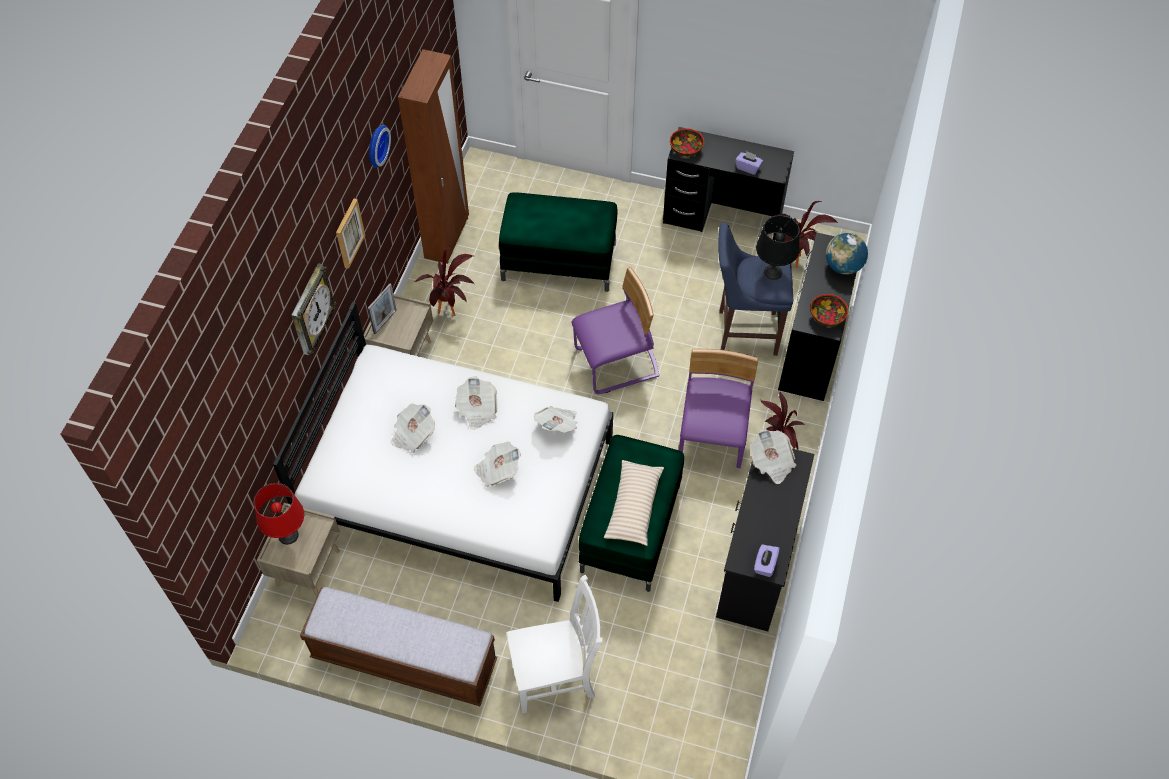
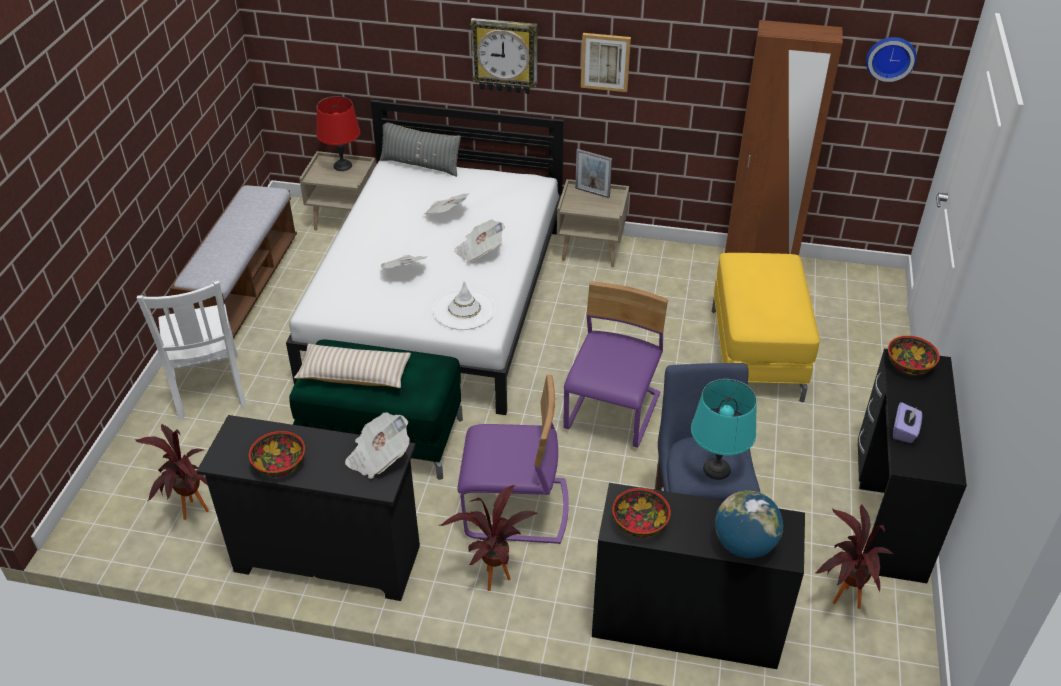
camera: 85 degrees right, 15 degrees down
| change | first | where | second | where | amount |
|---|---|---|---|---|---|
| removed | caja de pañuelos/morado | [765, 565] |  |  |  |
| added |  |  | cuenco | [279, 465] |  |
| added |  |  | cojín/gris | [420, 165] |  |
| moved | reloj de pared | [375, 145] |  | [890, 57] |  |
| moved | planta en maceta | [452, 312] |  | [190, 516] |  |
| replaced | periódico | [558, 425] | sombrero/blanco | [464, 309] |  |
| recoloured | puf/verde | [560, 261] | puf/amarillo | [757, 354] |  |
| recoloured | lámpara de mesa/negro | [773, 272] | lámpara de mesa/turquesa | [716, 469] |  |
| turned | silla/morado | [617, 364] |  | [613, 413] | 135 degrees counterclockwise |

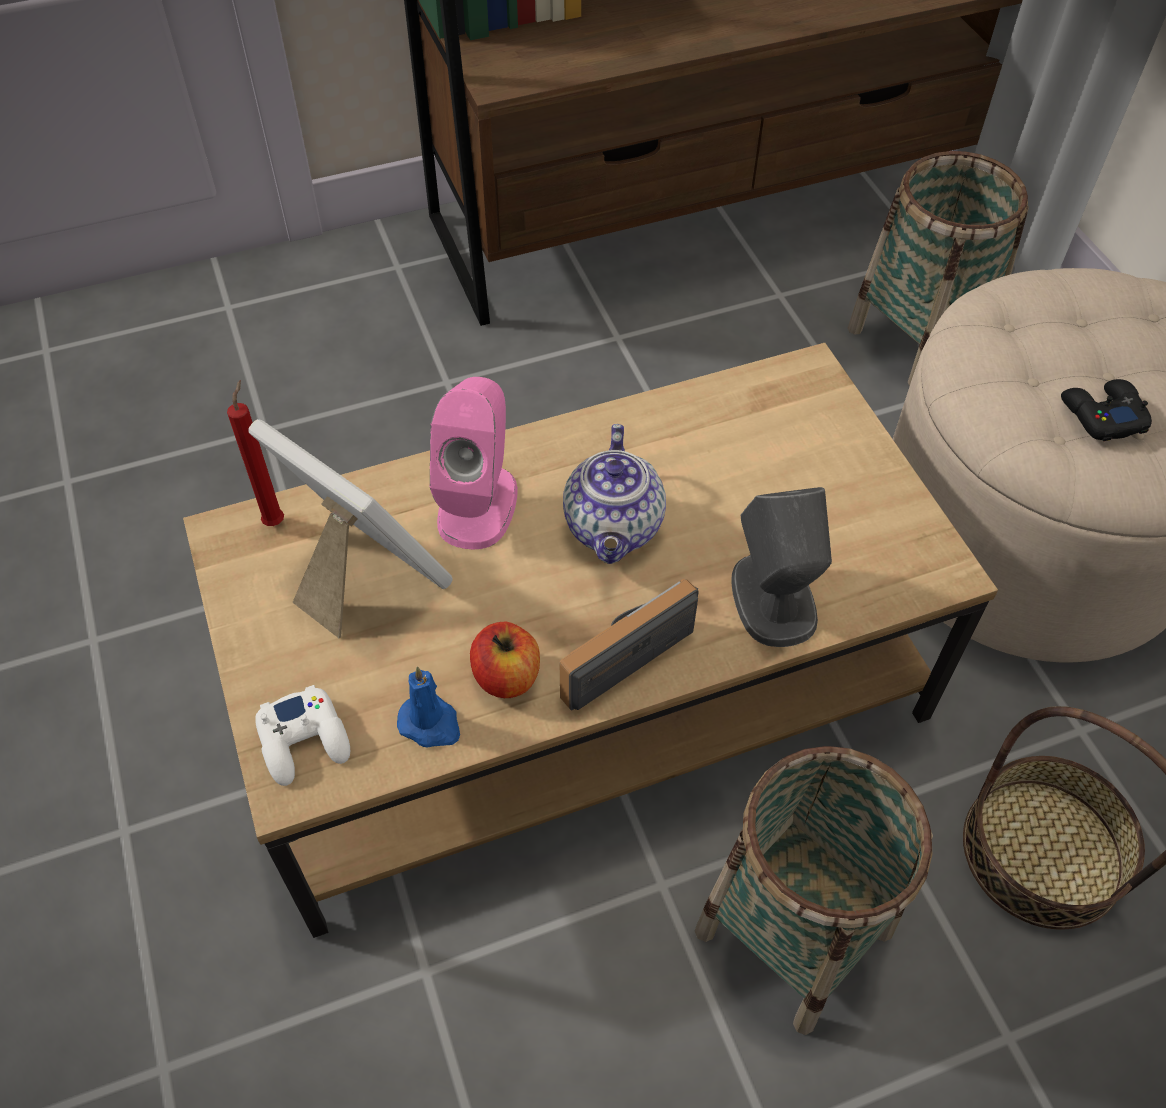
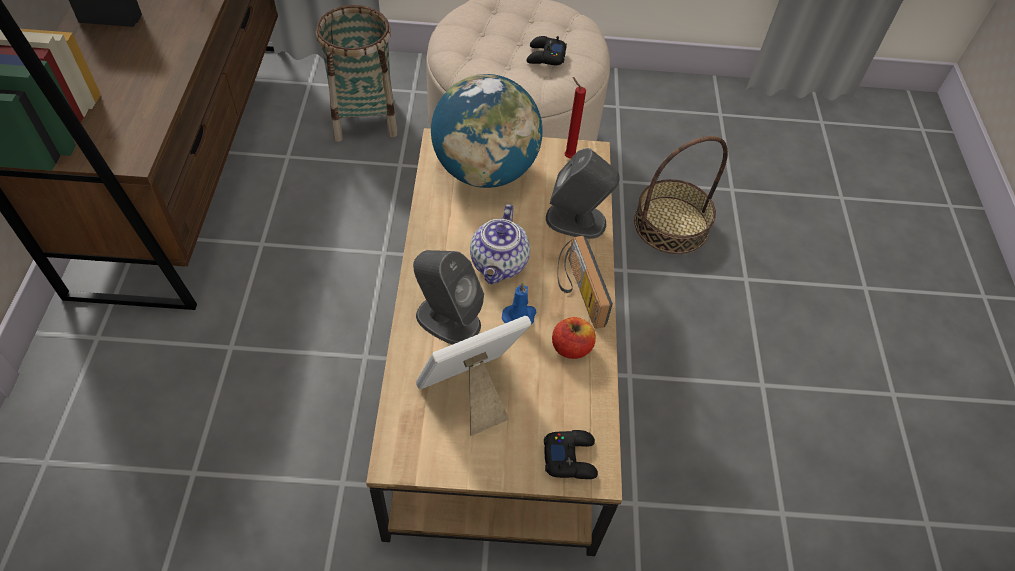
camera: 70 degrees left, 0 degrees up
| change | first | where | second | where | amount |
|---|---|---|---|---|---|
| removed | cesta | [794, 931] |  |  |  |
| added |  |  | globo terráqueo | [485, 170] |  |
| moved | vela/rojo | [276, 520] |  | [568, 156] |  |
| moved | vela/azul | [431, 724] |  | [520, 316] |  |
| recoloured | mando de consola/blanco | [305, 741] | mando de consola/negro | [570, 457] |  |
| recoloured | altavoz/rosa | [477, 504] | altavoz/gris | [447, 319] |  |
| turned | tetera | [614, 529] |  | [499, 265] | 75 degrees clockwise |

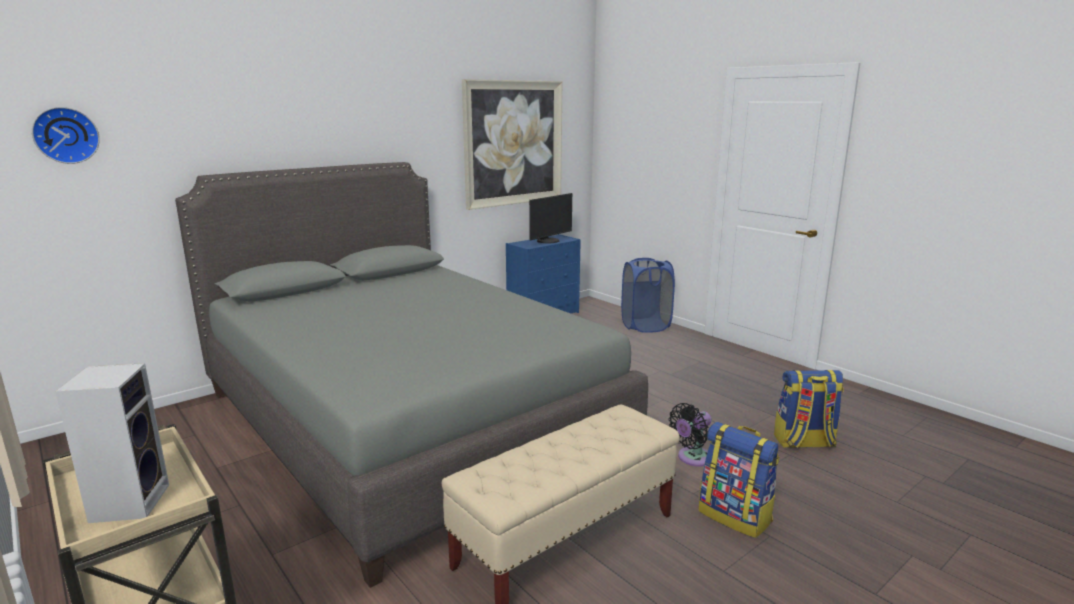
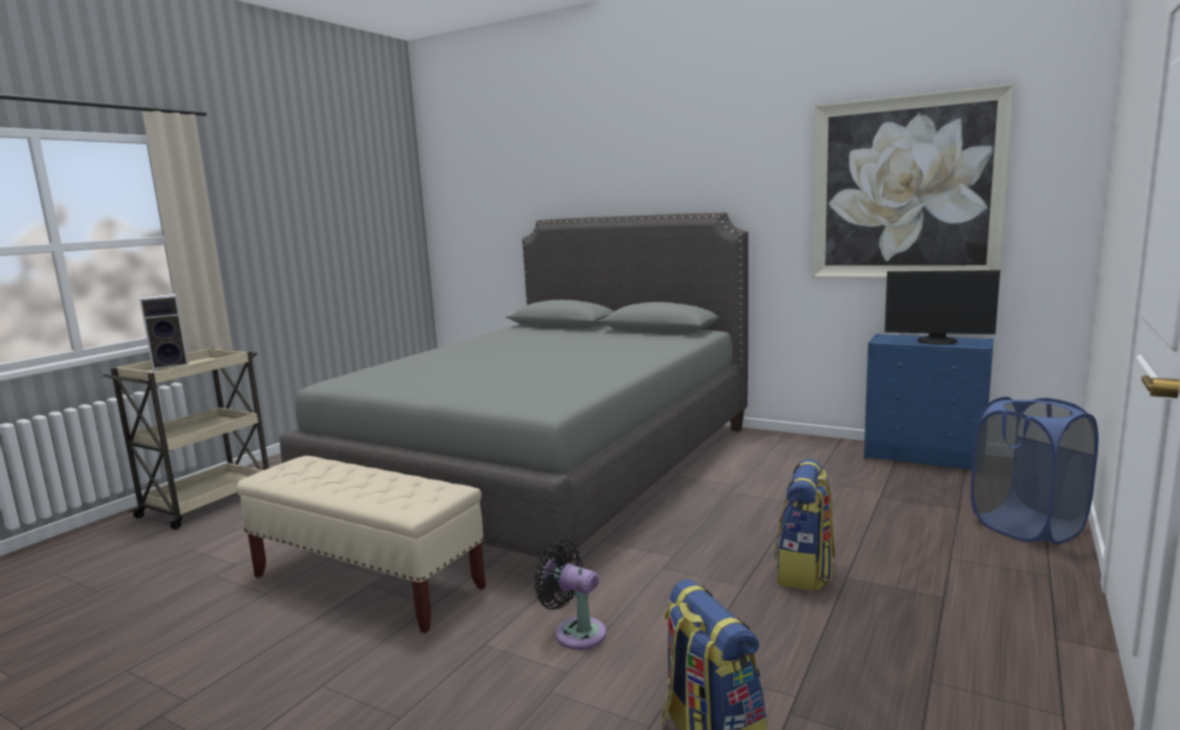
camera: 70 degrees right, 5 degrees down
| change | first | where | second | where | amount |
|---|---|---|---|---|---|
| removed | reloj de pared | [66, 135] |  |  |  |
| moved | mochila | [735, 516] |  | [805, 572] |  |

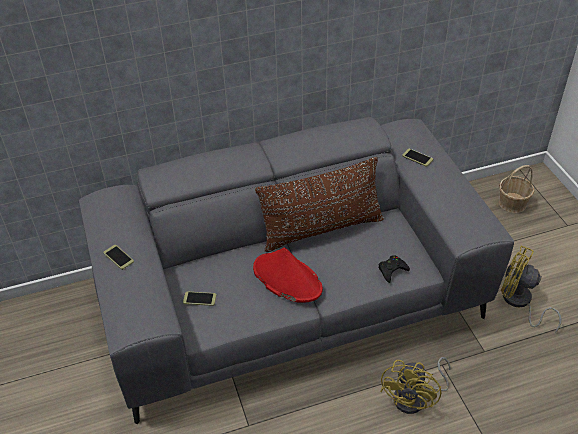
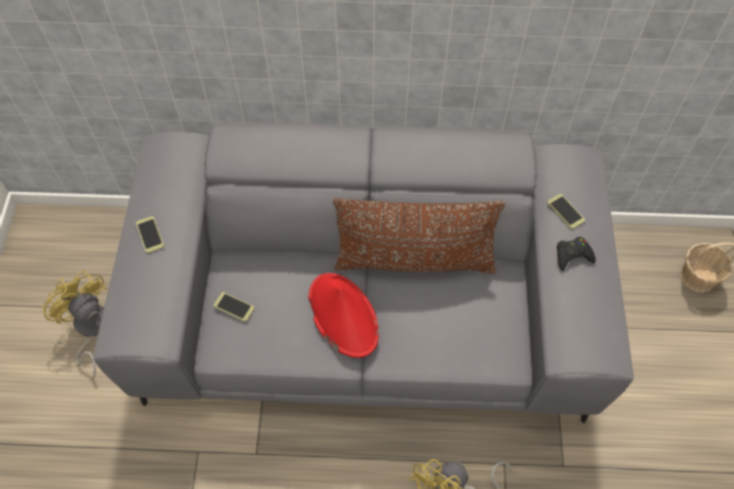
camera: 20 degrees right, 15 degrees up
| change | first | where | second | where | amount |
|---|---|---|---|---|---|
| moved | mando de consola/negro | [392, 270] |  | [572, 255] |  |
| moved | ventilador/amarillo | [519, 302] |  | [90, 329] |  |

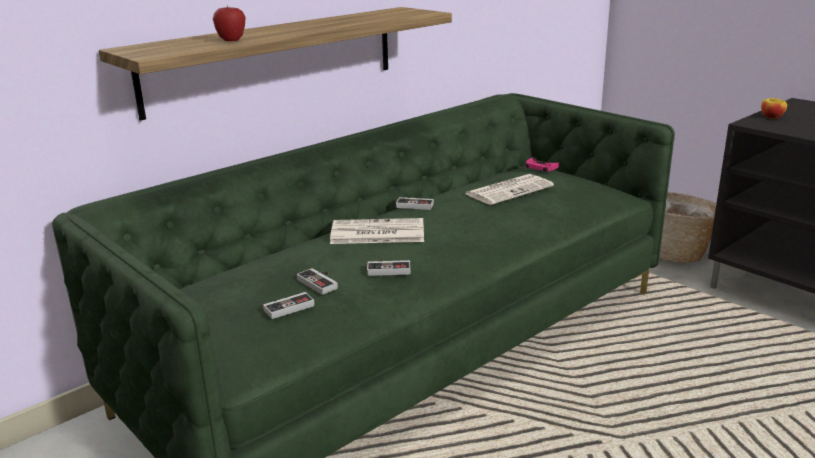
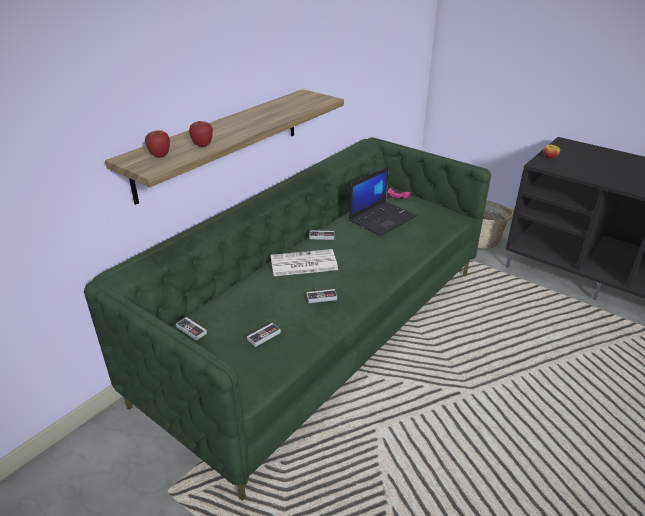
camera: 10 degrees left, 10 degrees up
| change | first | where | second | where | amount |
|---|---|---|---|---|---|
| added |  |  | manzana | [160, 156] |  |
| moved | mando de consola | [321, 282] |  | [194, 328] |  |
| replaced | periódico | [509, 190] | portátil | [382, 218] |  |

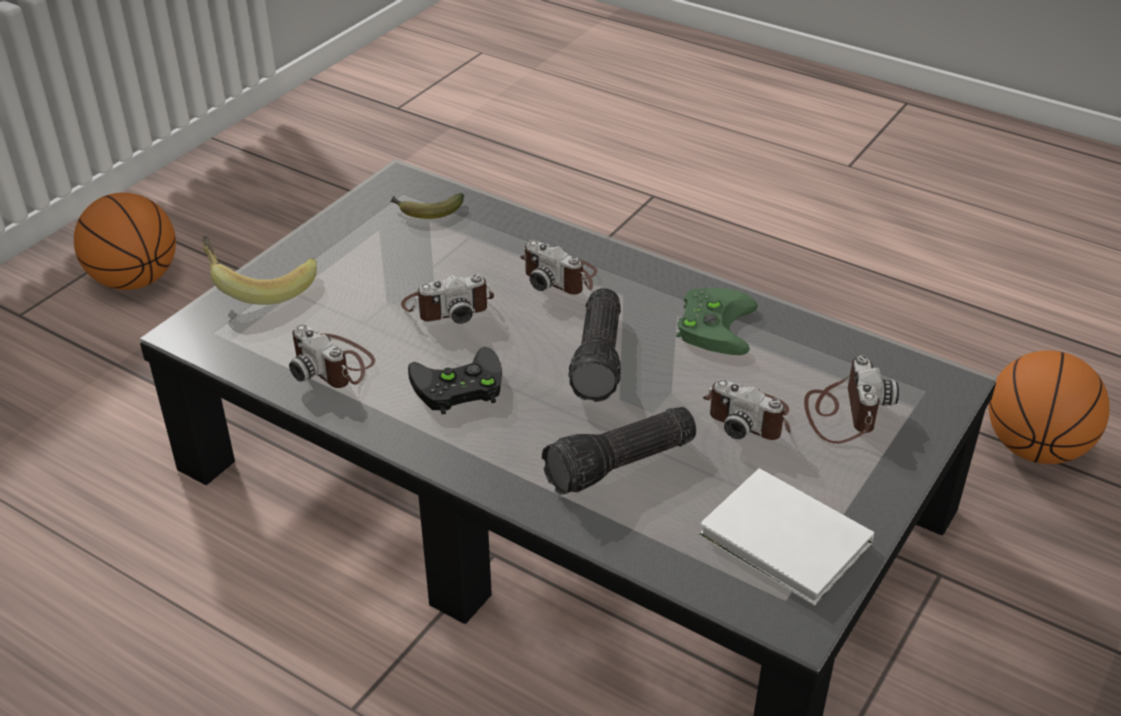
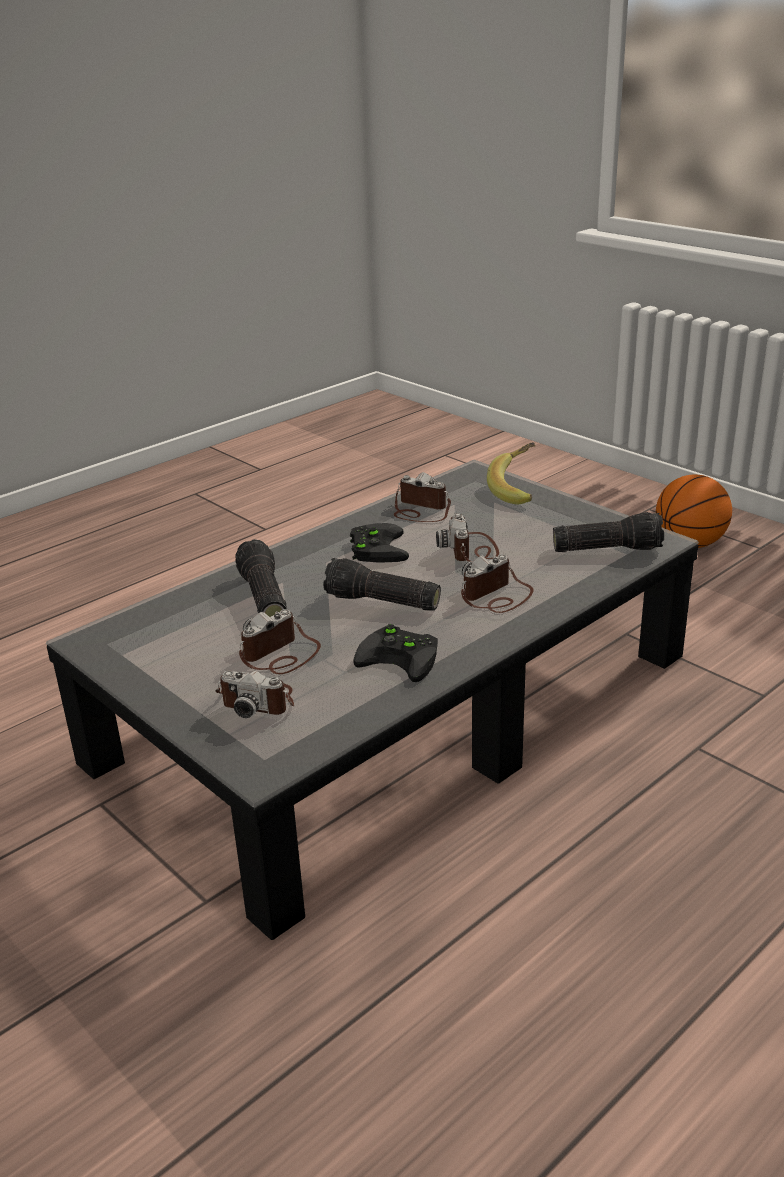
camera: 105 degrees right, 10 degrees down
| change | first | where | second | where | amount |
|---|---|---|---|---|---|
| removed | libro/blanco | [787, 543] |  |  |  |
| removed | balón de baloncesto | [1035, 448] |  |  |  |
| replaced | plátano | [426, 211] | linterna | [607, 548] |  |
| recoloured | mando de consola/verde | [713, 324] | mando de consola/negro | [403, 657] |  |
| turned | cámara | [333, 364] |  | [420, 510] | 60 degrees clockwise |

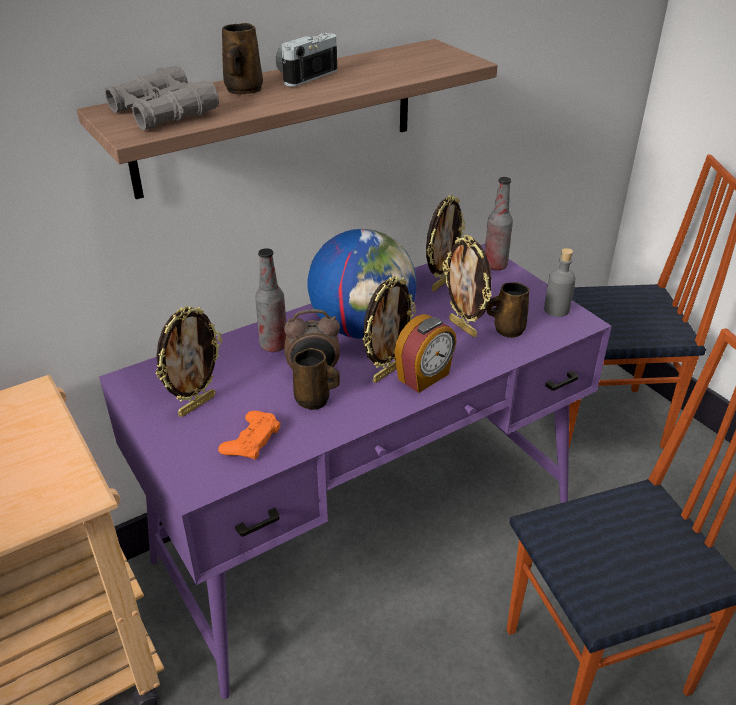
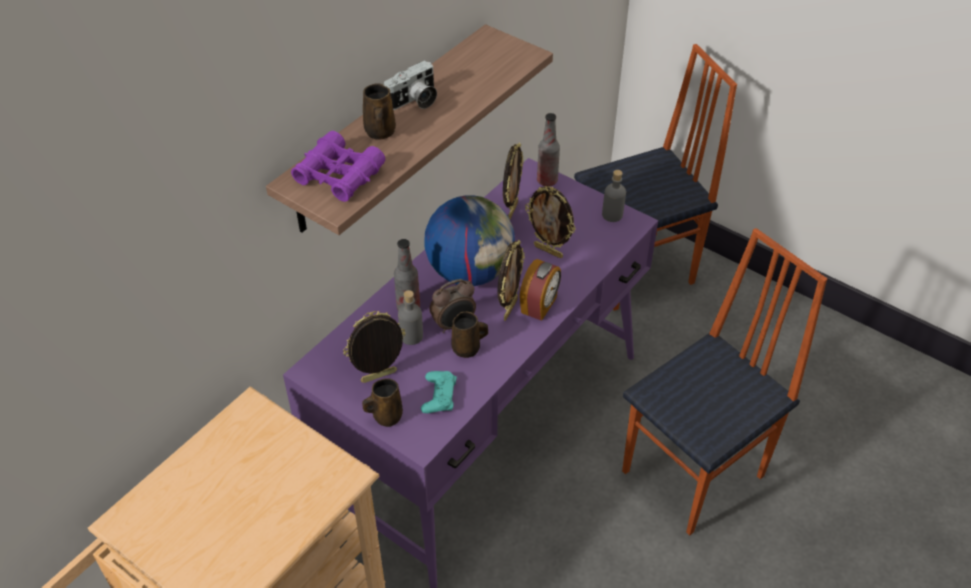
camera: 20 degrees left, 10 degrees up
| change | first | where | second | where | amount |
|---|---|---|---|---|---|
| added |  |  | botella/gris | [411, 336] |  |
| moved | taza grande/marrón | [507, 329] |  | [386, 416] |  |
| recoloured | prismáticos/gris | [163, 112] | prismáticos/morado | [339, 175] |  |
| recoloured | mando de consola/naranja | [251, 440] | mando de consola/turquesa | [439, 395] |  |
| turned | portarretratos | [196, 405] |  | [379, 378] | 135 degrees counterclockwise |
| turned | cámara | [304, 75] |  | [414, 101] | 150 degrees counterclockwise |

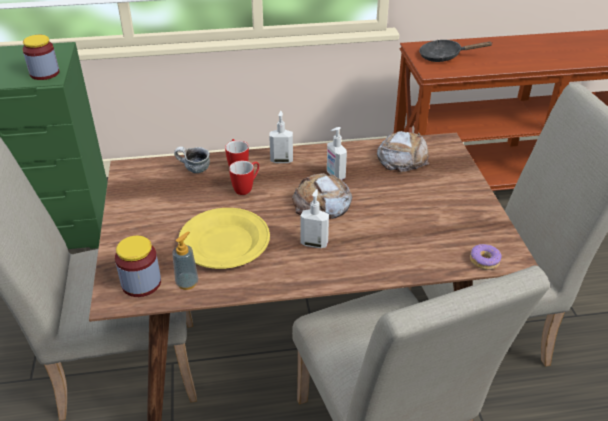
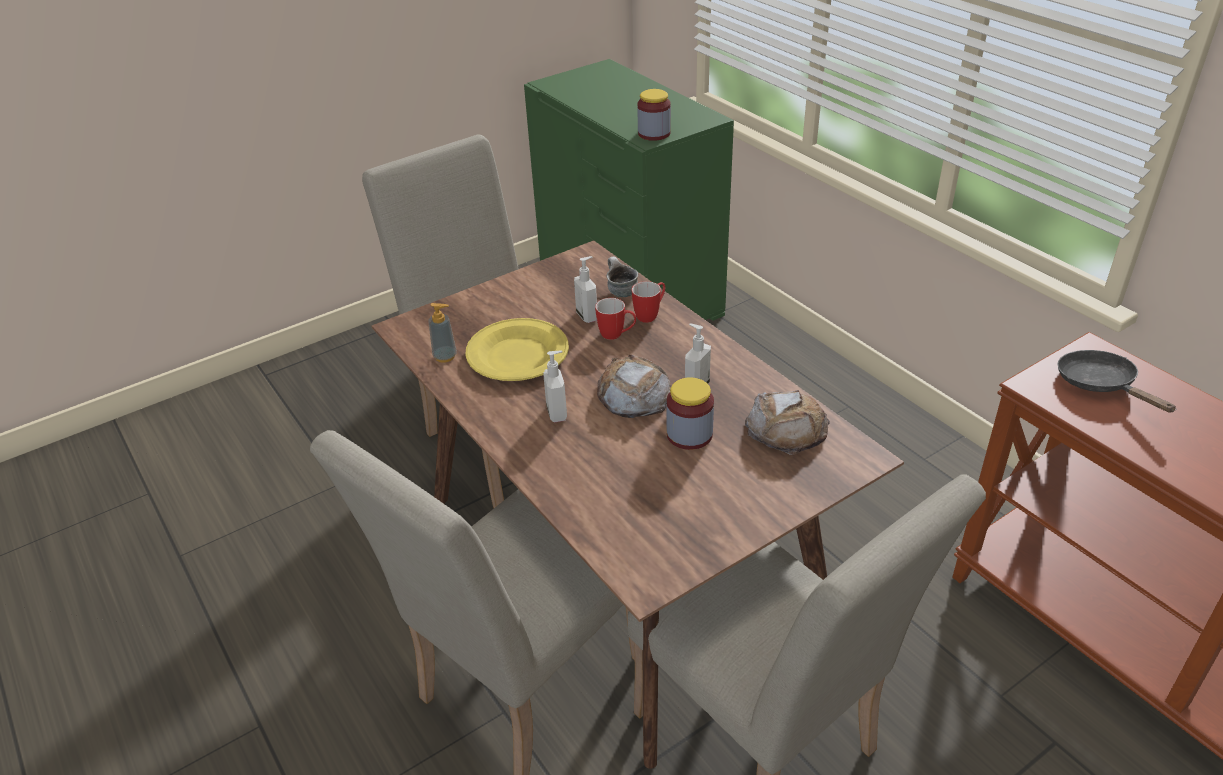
camera: 65 degrees right, 0 degrees up
| change | first | where | second | where | amount |
|---|---|---|---|---|---|
| removed | rosquilla | [484, 261] |  |  |  |
| moved | tarro | [141, 283] |  | [689, 434] |  |
| moved | dispensador de jabón | [281, 160] |  | [587, 316] |  |

